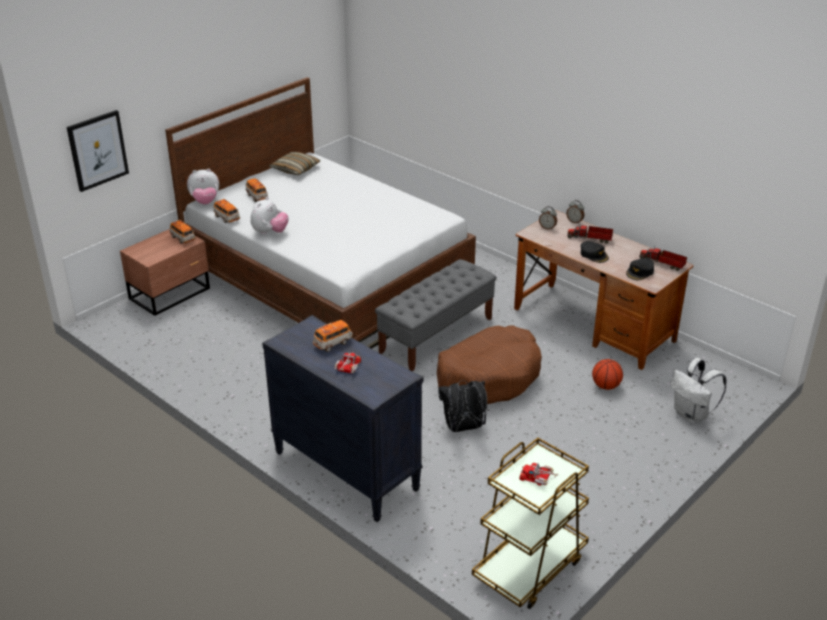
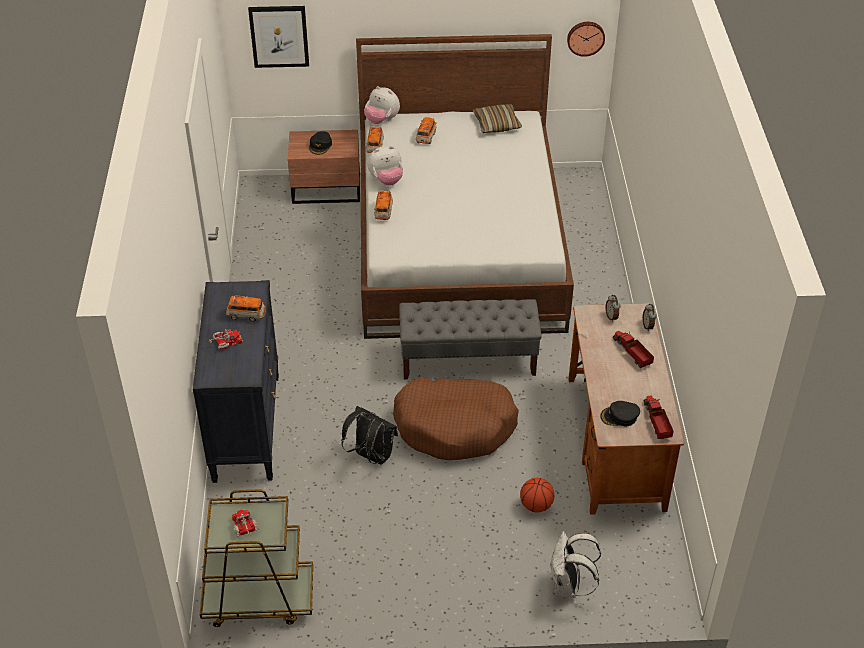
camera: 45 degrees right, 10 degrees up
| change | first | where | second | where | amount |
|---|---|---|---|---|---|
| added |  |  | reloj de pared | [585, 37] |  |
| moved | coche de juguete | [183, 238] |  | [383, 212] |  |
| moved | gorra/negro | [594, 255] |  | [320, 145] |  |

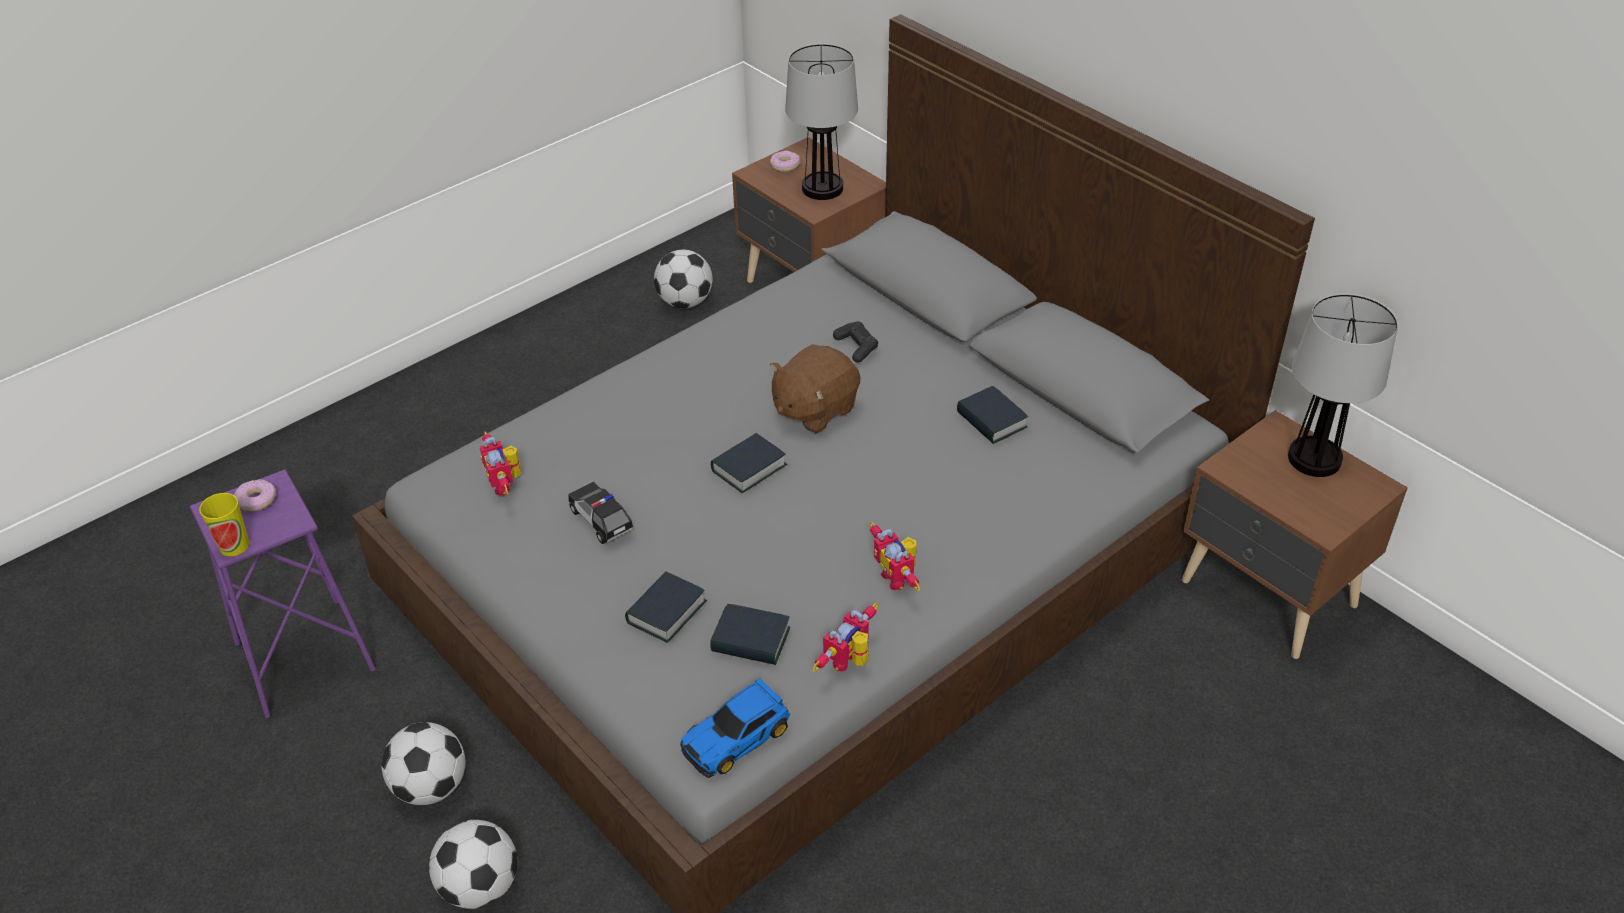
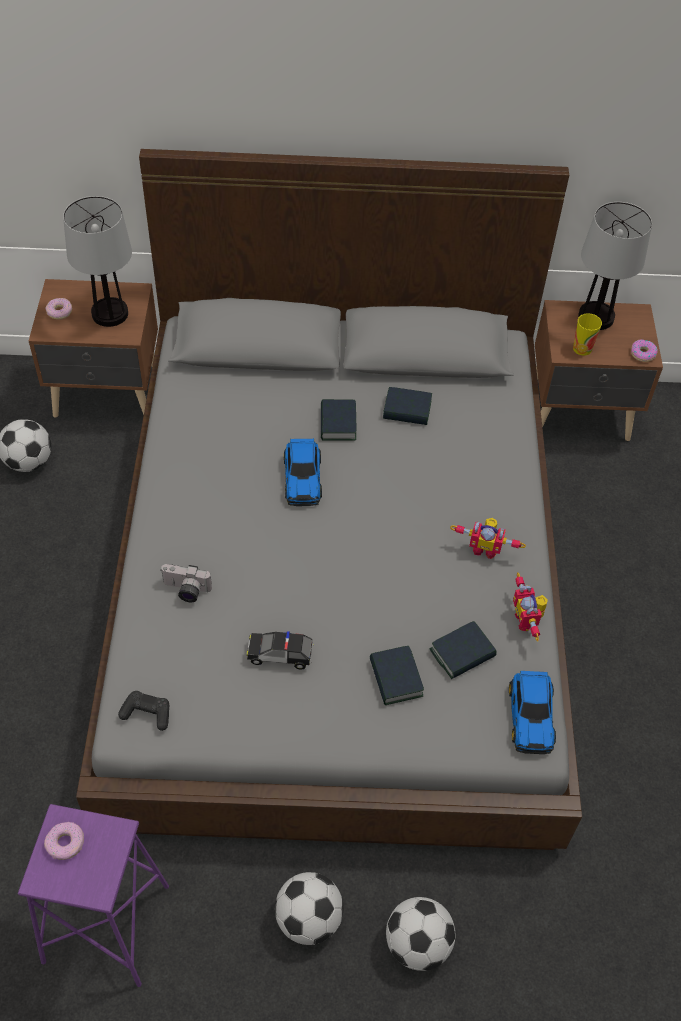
camera: 50 degrees left, 10 degrees up
| change | first | where | second | where | amount |
|---|---|---|---|---|---|
| removed | robot de juguete | [506, 484] |  |  |  |
| added |  |  | cámara | [185, 591] |  |
| added |  |  | rosquilla | [642, 353] |  |
| moved | taza | [234, 545] |  | [582, 348] |  |
| moved | libro | [748, 468] |  | [338, 424] |  |
| moved | mando de consola/negro | [856, 347] |  | [147, 713] |  |
| replaced | peluche/marrón | [814, 409] | coche de juguete | [303, 478] |  |

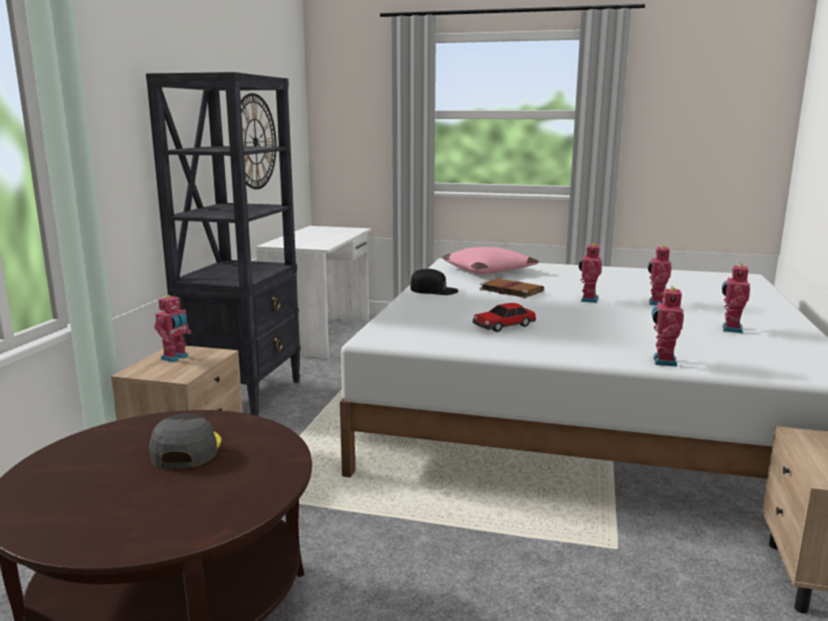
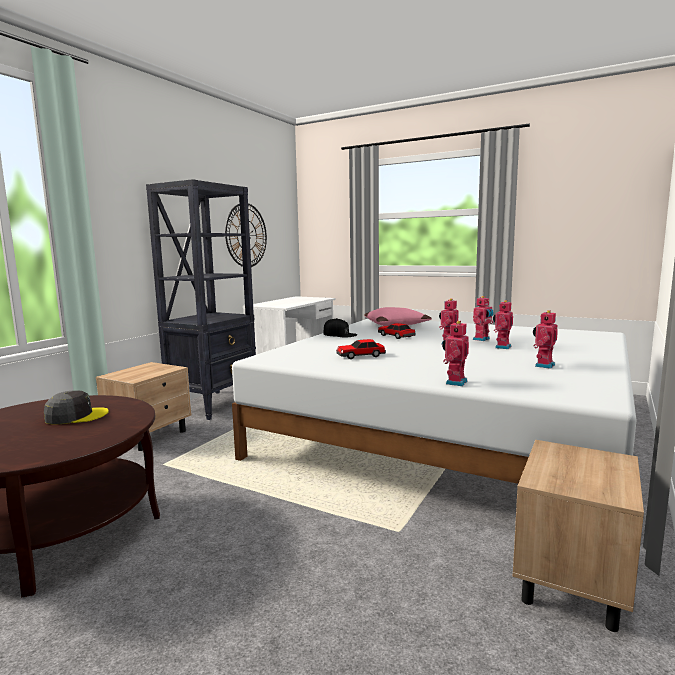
camera: 15 degrees right, 5 degrees down
| change | first | where | second | where | amount |
|---|---|---|---|---|---|
| moved | robot de juguete | [176, 358] |  | [482, 339] |  |
| replaced | libro/marrón | [510, 290] | coche de juguete | [395, 336] |  |
| turned | gorra/gris | [186, 450] |  | [76, 416] | 60 degrees clockwise |

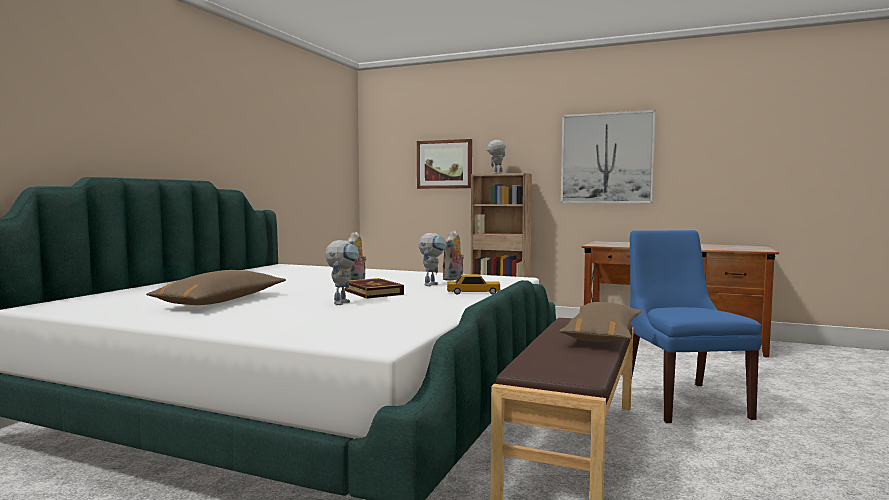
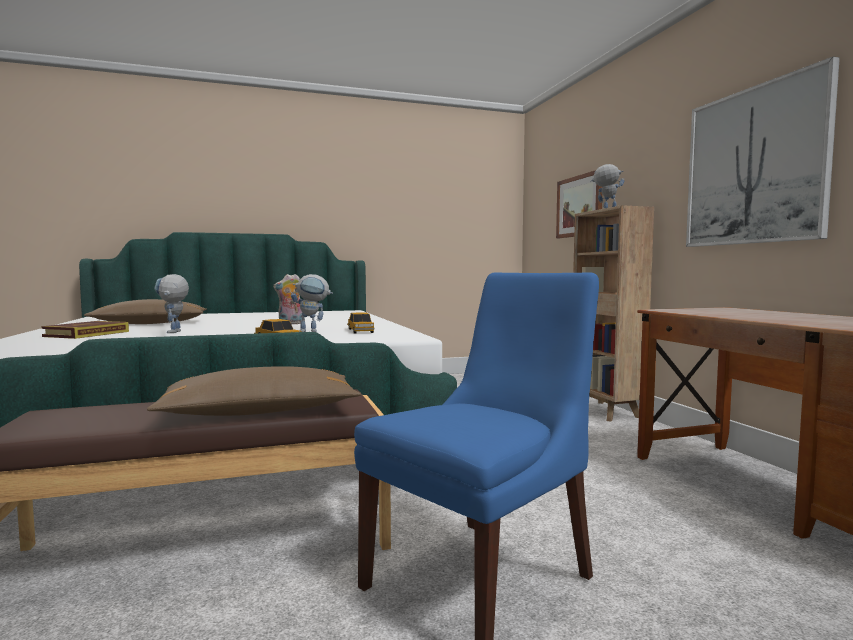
camera: 50 degrees right, 0 degrees up
| change | first | where | second | where | amount |
|---|---|---|---|---|---|
| moved | libro | [372, 292] |  | [87, 334] |  |
| replaced | peluche | [453, 279] | coche de juguete | [360, 331] |  |
| turned | robot de juguete | [342, 302] |  | [174, 332] | 105 degrees clockwise |

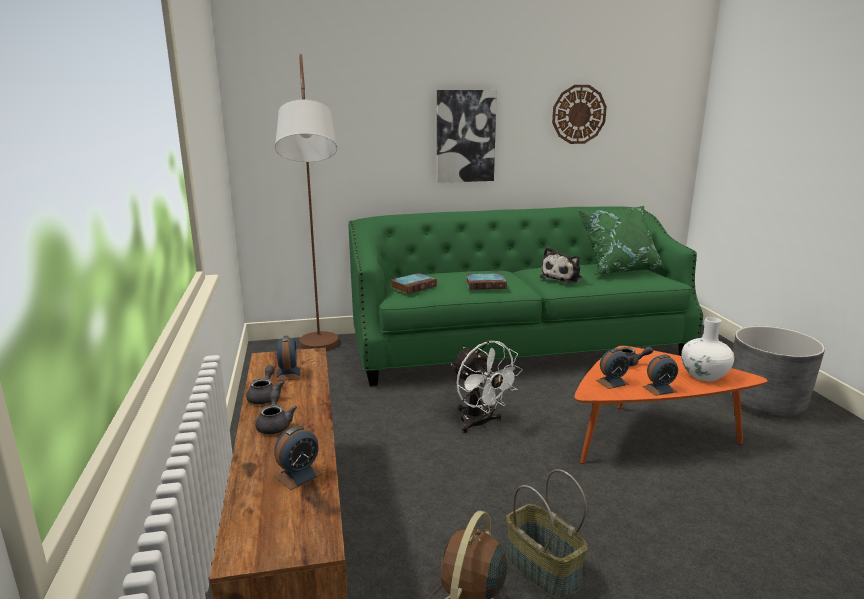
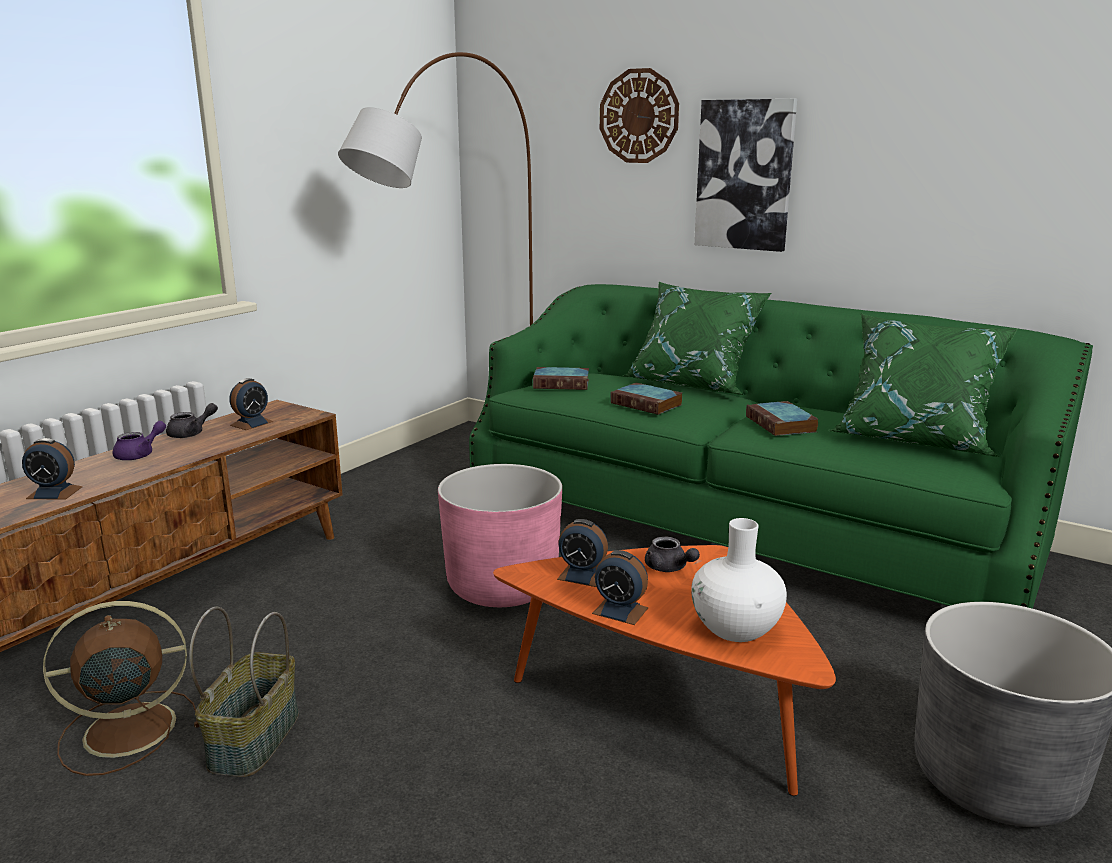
camera: 45 degrees right, 0 degrees up
| change | first | where | second | where | amount |
|---|---|---|---|---|---|
| added |  |  | cojín/verde | [693, 384] |  |
| moved | reloj de pared | [578, 114] |  | [639, 116] |  |
| replaced | ventilador/blanco | [479, 424] | maceta/rosa | [502, 585] |  |
| replaced | peluche | [563, 278] | libro | [782, 424] |  |
| recoloured | tetera/gris | [275, 424] | tetera/morado | [140, 454] |  |

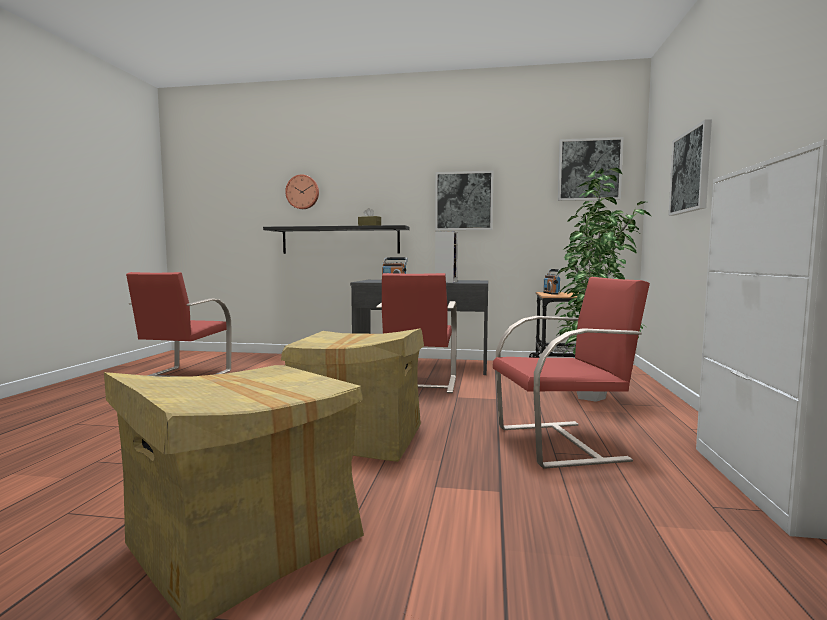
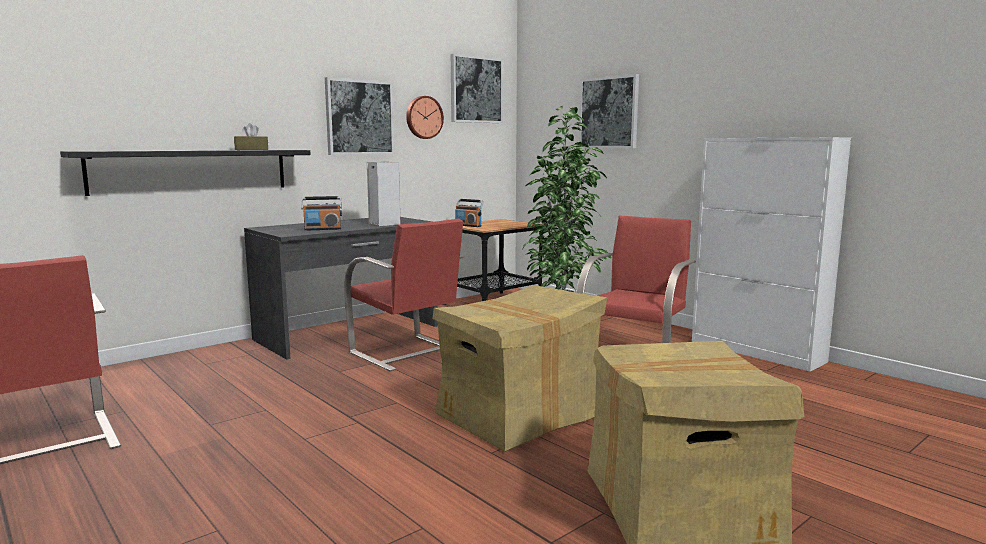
camera: 50 degrees left, 5 degrees up
| change | first | where | second | where | amount |
|---|---|---|---|---|---|
| moved | reloj de pared | [303, 192] |  | [423, 117] |  |

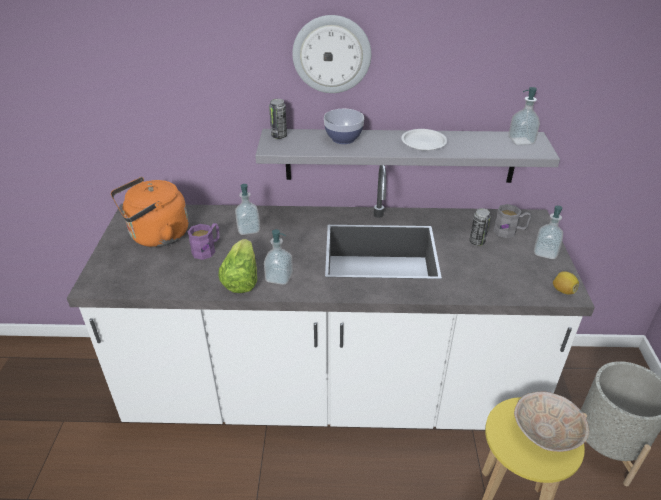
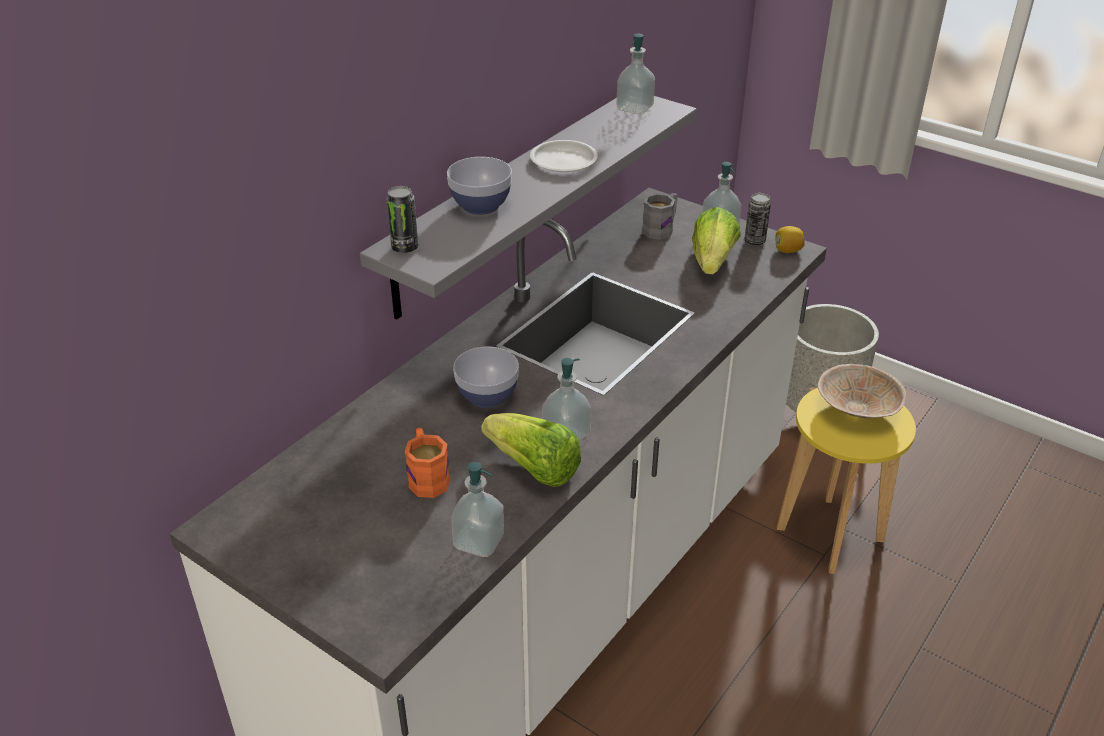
camera: 55 degrees left, 0 degrees up
| change | first | where | second | where | amount |
|---|---|---|---|---|---|
| removed | hervidor/naranja | [156, 236] |  |  |  |
| removed | reloj de pared | [331, 54] |  |  |  |
| added |  |  | cuenco | [487, 396] |  |
| added |  |  | lechuga | [712, 261] |  |
| moved | dispensador de jabón | [248, 229] |  | [479, 541] |  |
| moved | lata | [477, 242] |  | [754, 241] |  |
| recoloured | taza grande/morado | [207, 249] | taza grande/naranja | [427, 477] |  |

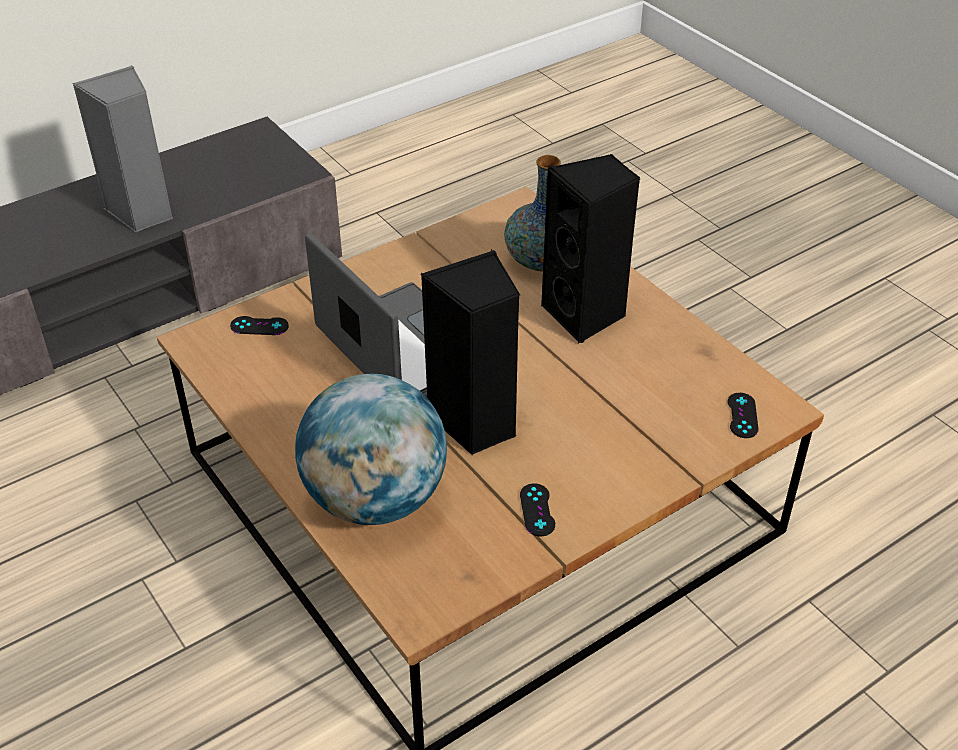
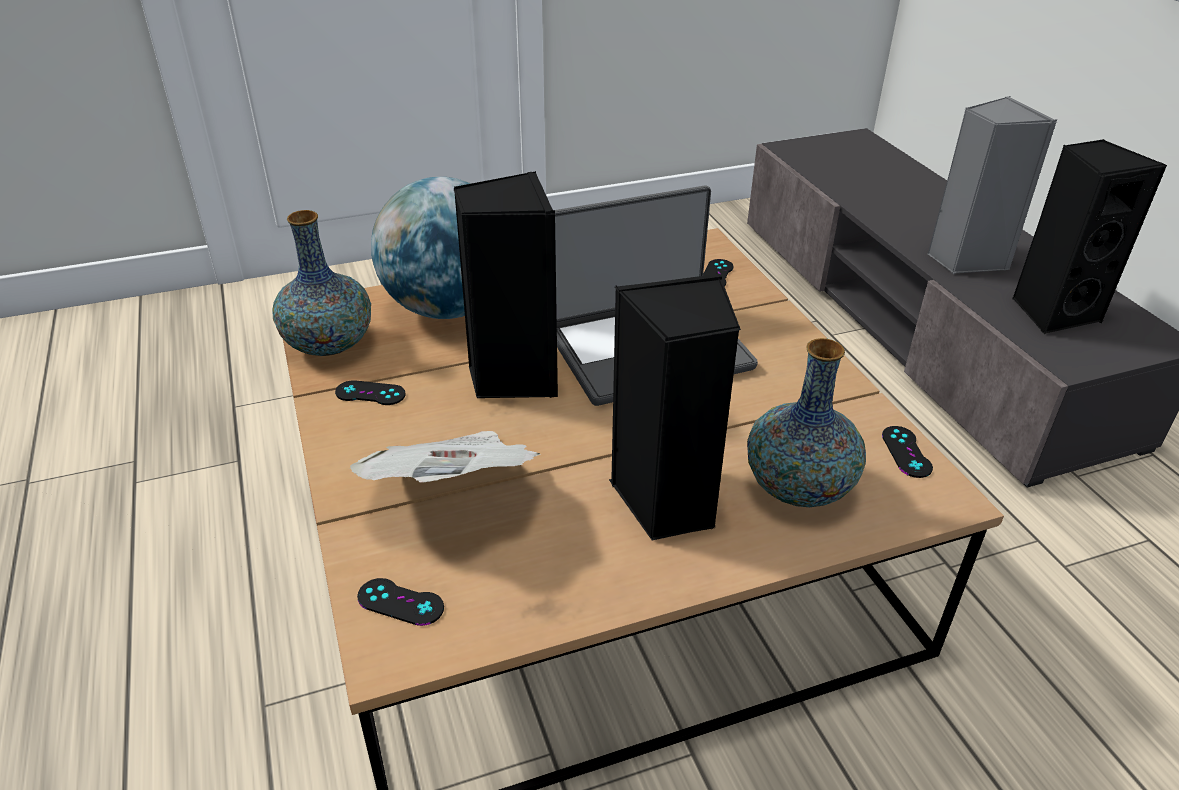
camera: 105 degrees right, 5 degrees down
| change | first | where | second | where | amount |
|---|---|---|---|---|---|
| added |  |  | florero | [329, 345] |  |
| added |  |  | periódico | [454, 491] |  |
| added |  |  | mando de consola/negro | [906, 452] |  |
| added |  |  | altavoz/negro | [1052, 312] |  |

